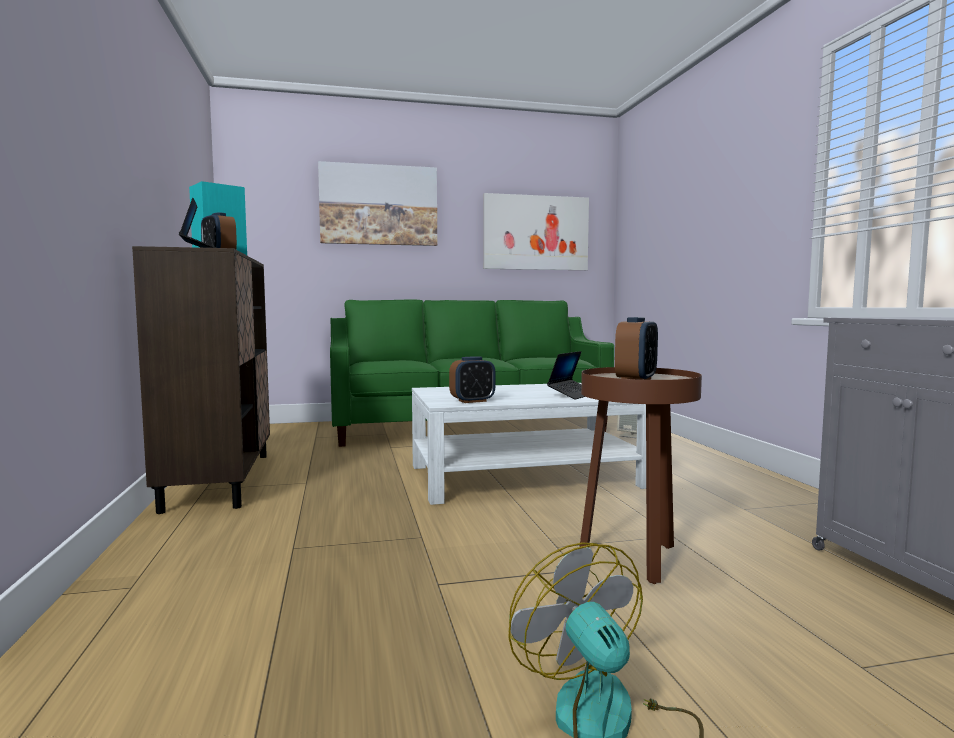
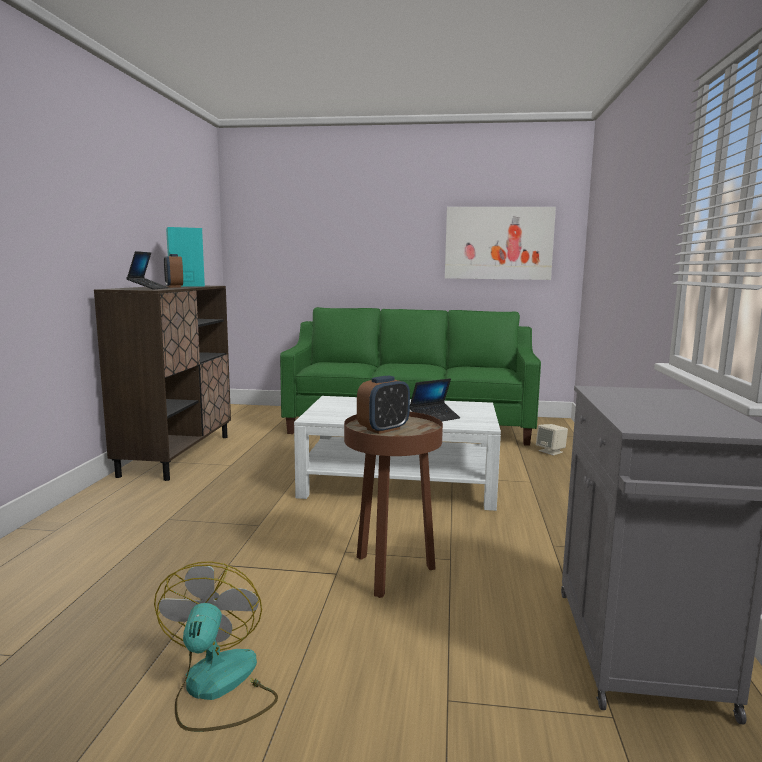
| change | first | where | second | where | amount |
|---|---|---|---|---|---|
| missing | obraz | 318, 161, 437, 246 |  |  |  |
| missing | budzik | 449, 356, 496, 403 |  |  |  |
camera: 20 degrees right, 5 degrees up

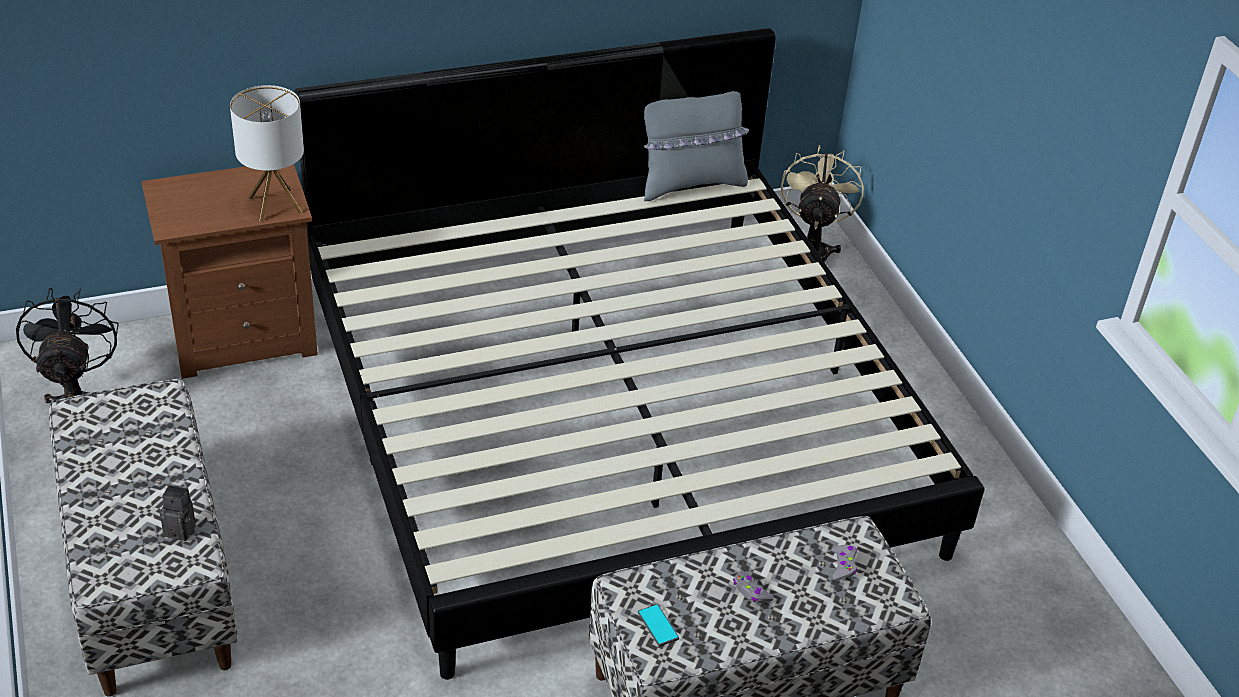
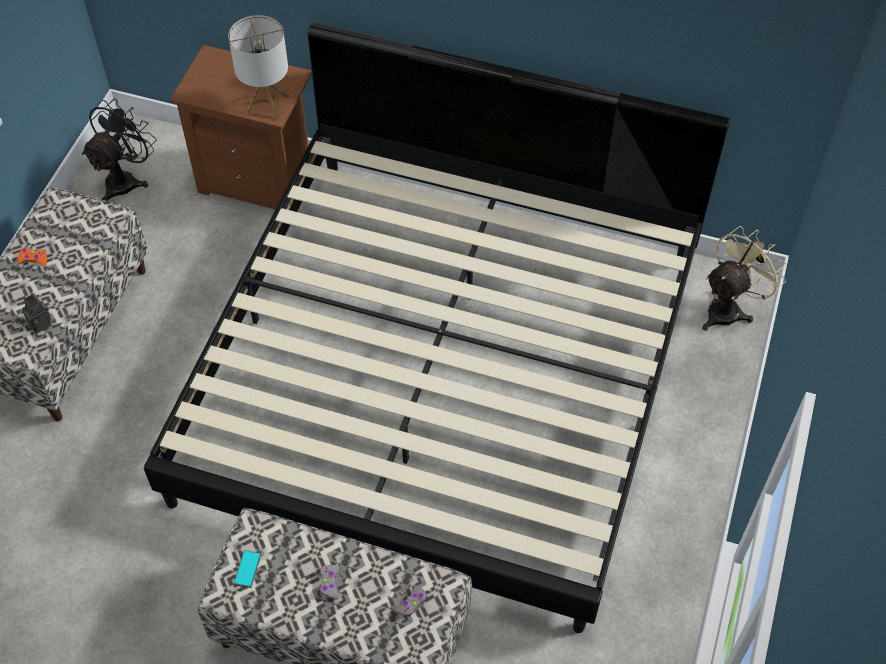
| change | first | where | second | where | amount |
|---|---|---|---|---|---|
| appeared |  |  | pad do gier/pomarańczowy | 17, 247, 47, 267 |  |
| missing | poduszka/szary | 644, 91, 749, 202 |  |  |  |
camera: 40 degrees right, 15 degrees up

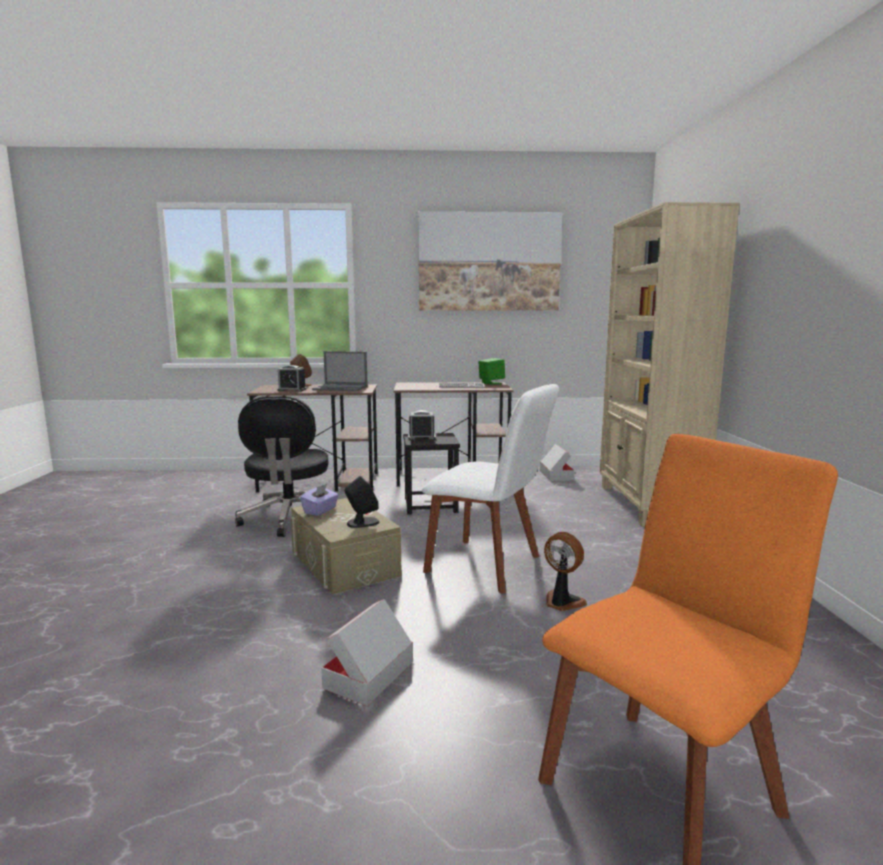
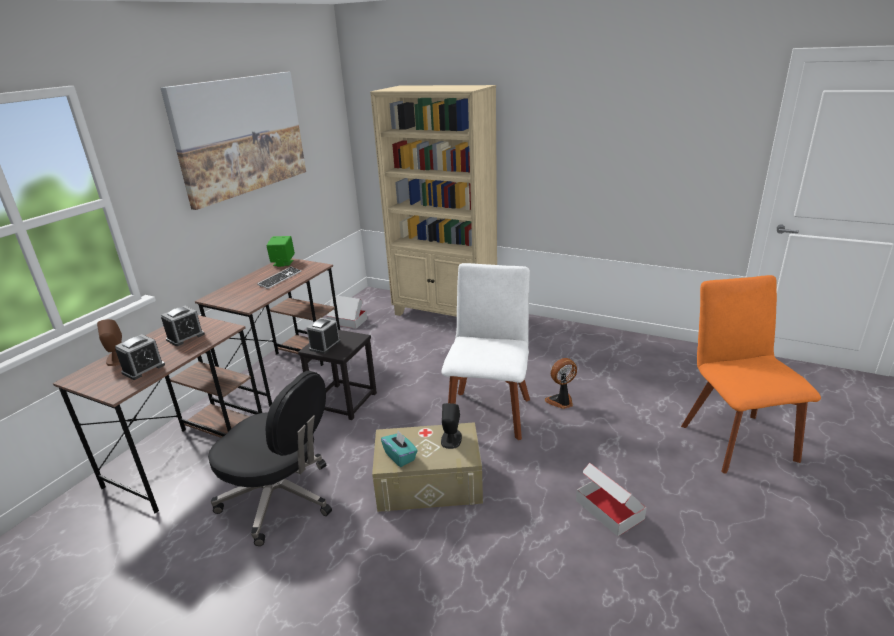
| change | first | where | second | where | amount |
|---|---|---|---|---|---|
| exchanged | laptop | 312, 351, 368, 391 | budzik | 161, 306, 205, 346 |  |
| colour | pudełko chusteczek/fioletowy | 300, 484, 339, 516 | pudełko chusteczek/turkusowy | 381, 431, 418, 467 |  |
| spun | krzesło/biały | 422, 384, 559, 594 |  | 442, 263, 530, 440 | 45 degrees counterclockwise |
camera: 60 degrees left, 15 degrees up

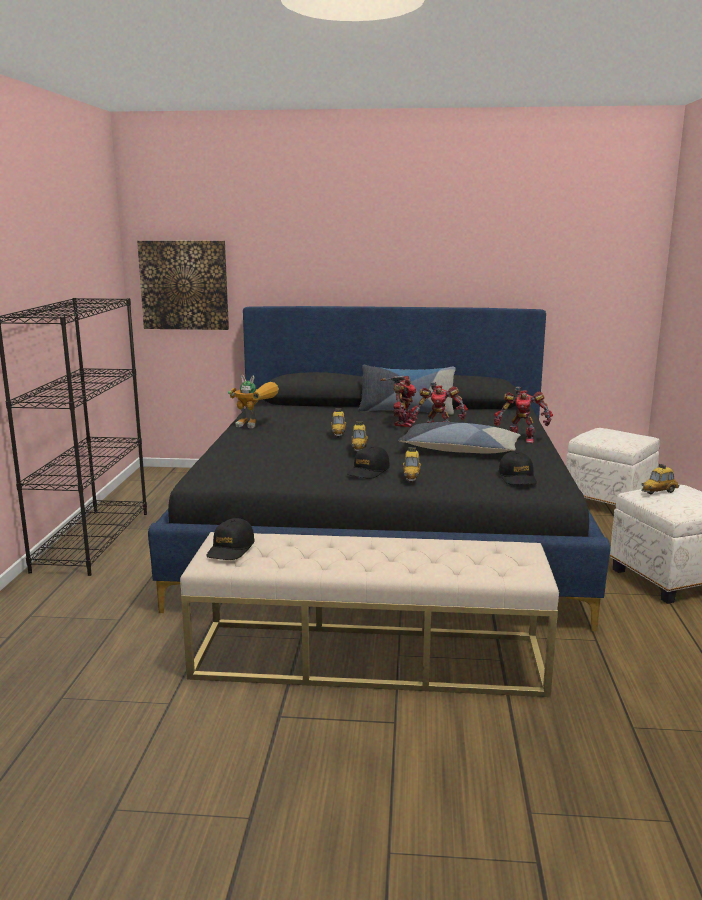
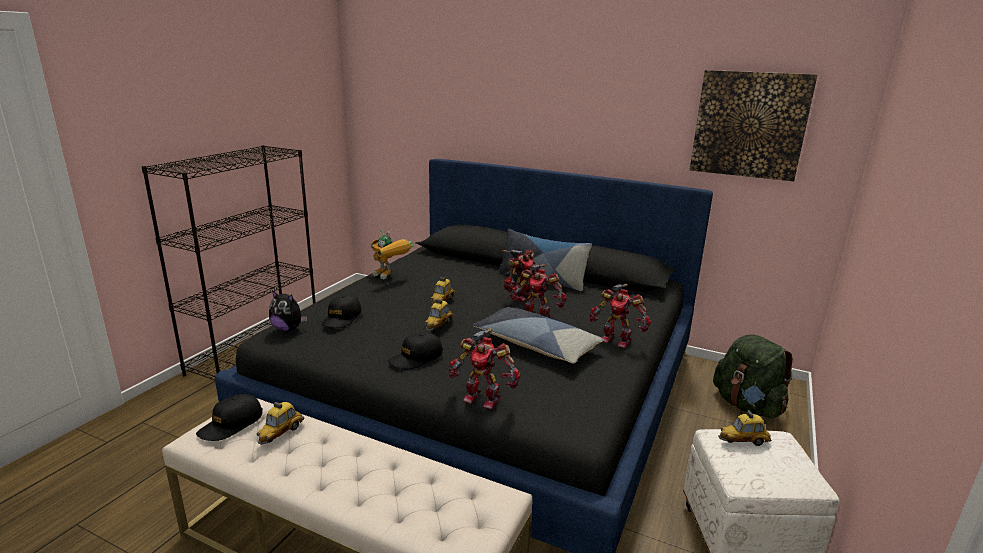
| change | first | where | second | where | amount |
|---|---|---|---|---|---|
| relocated | samochodzik | 403, 447, 421, 482 |  | 257, 402, 304, 445 |  |
| appeared |  |  | pluszak | 269, 290, 308, 332 |  |
| relocated | czapka z daszkiem/czarny | 498, 451, 537, 485 |  | 321, 295, 362, 328 |  |
| appeared |  |  | robot zabawkowy | 449, 328, 520, 410 |  |
| relocated | obraz | 137, 241, 229, 330 |  | 690, 70, 817, 181 |  |
| exchanged | pufa/biały | 566, 428, 660, 505 | plecak/zielony | 713, 335, 792, 419 |  |
camera: 20 degrees right, 5 degrees up

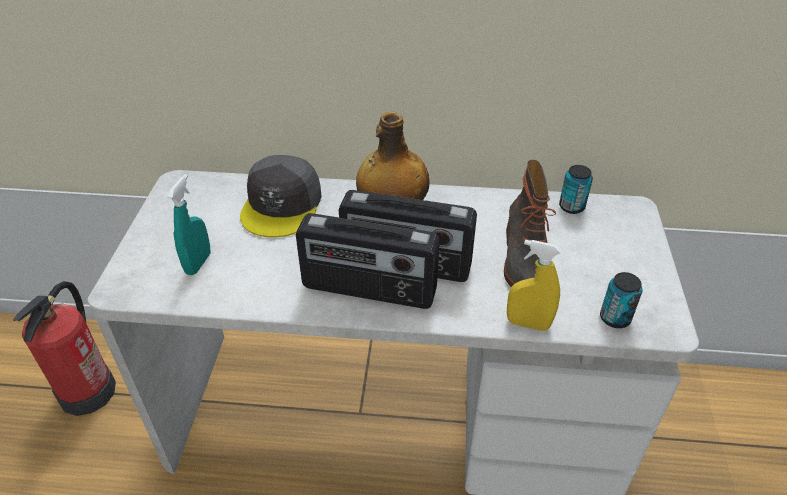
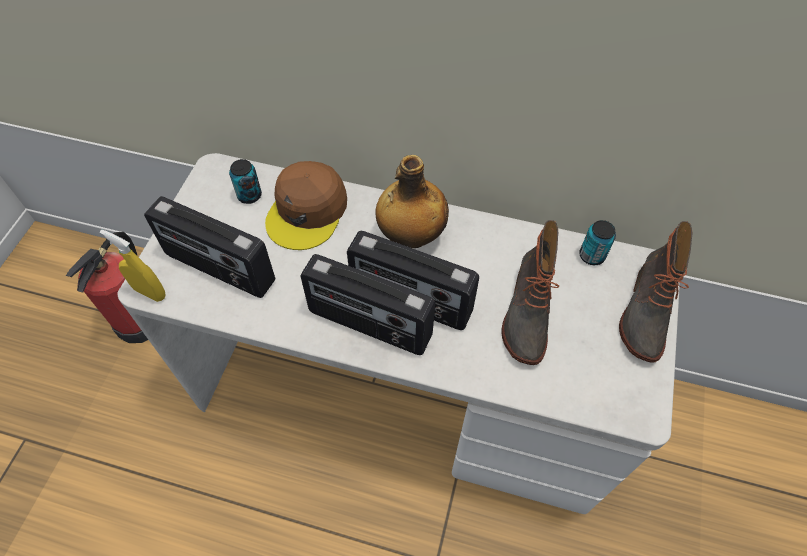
| change | first | where | second | where | amount |
|---|---|---|---|---|---|
| relocated | spryskiwacz/żółty | 507, 240, 561, 331 |  | 100, 230, 166, 302 |  |
| exchanged | spryskiwacz/turkusowy | 167, 174, 211, 275 | radio | 144, 196, 275, 298 |  |
| relocated | puszka | 600, 272, 642, 328 |  | 229, 159, 262, 204 |  |
| colour | czapka z daszkiem/szary | 240, 155, 322, 237 | czapka z daszkiem/brązowy | 265, 161, 347, 250 |  |
| appeared |  |  | but z cholewką | 619, 221, 693, 363 |  |
camera: 10 degrees right, 15 degrees up

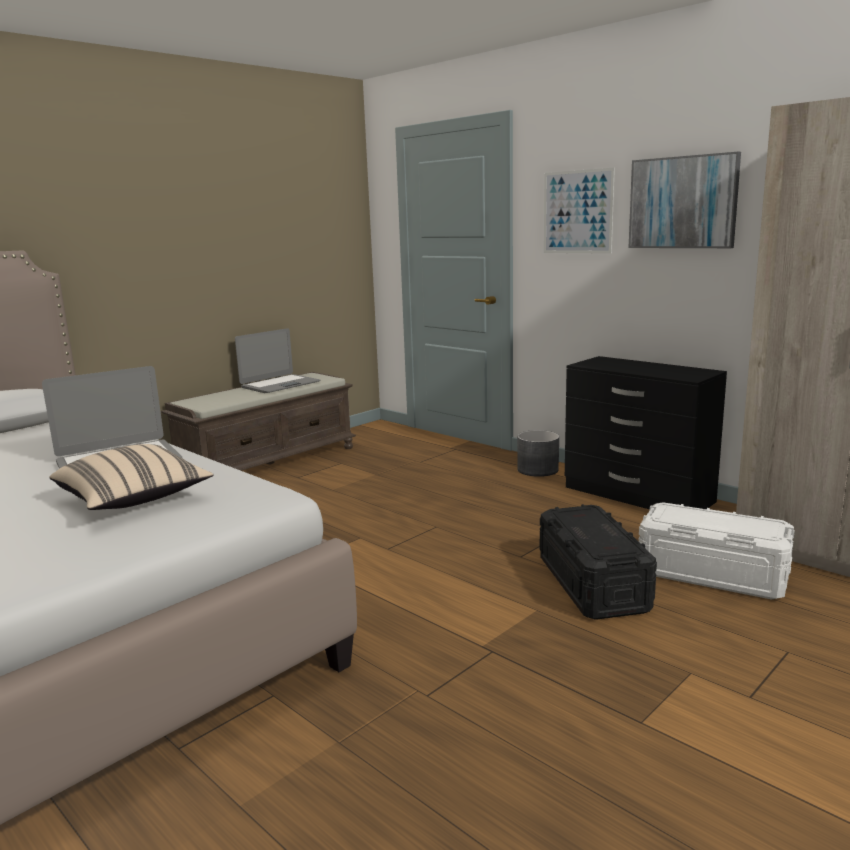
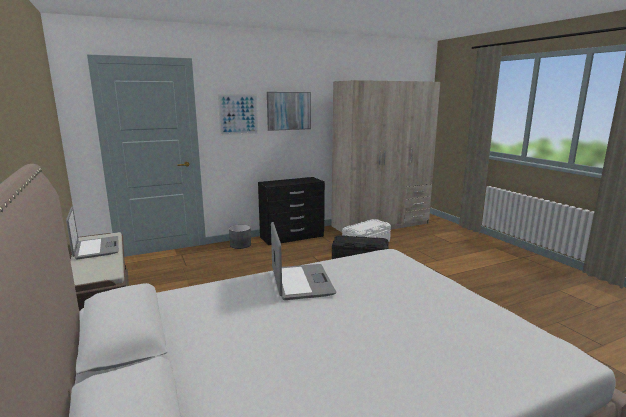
| change | first | where | second | where | amount |
|---|---|---|---|---|---|
| missing | poduszka/beżowy | 49, 444, 214, 510 |  |  |  |
camera: 70 degrees left, 0 degrees up

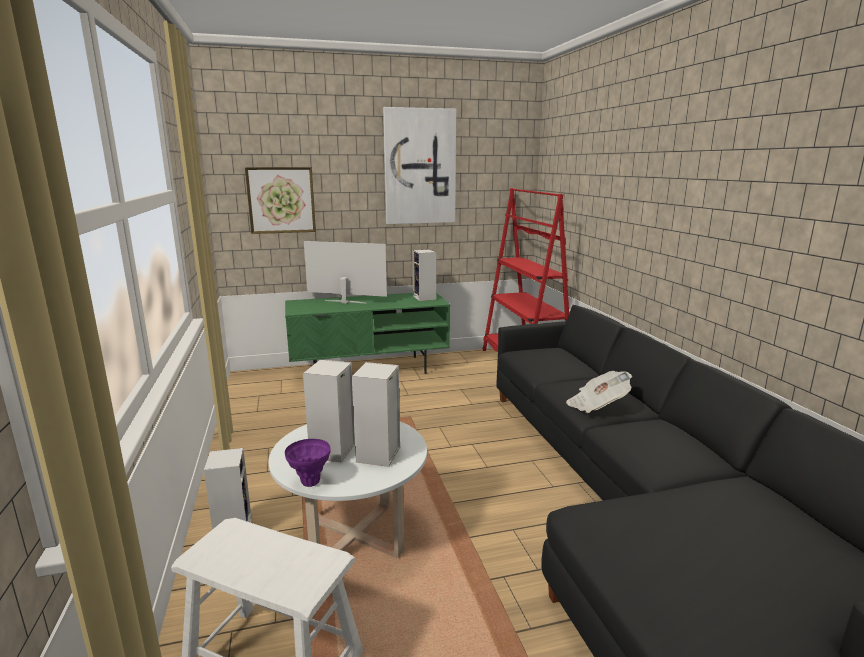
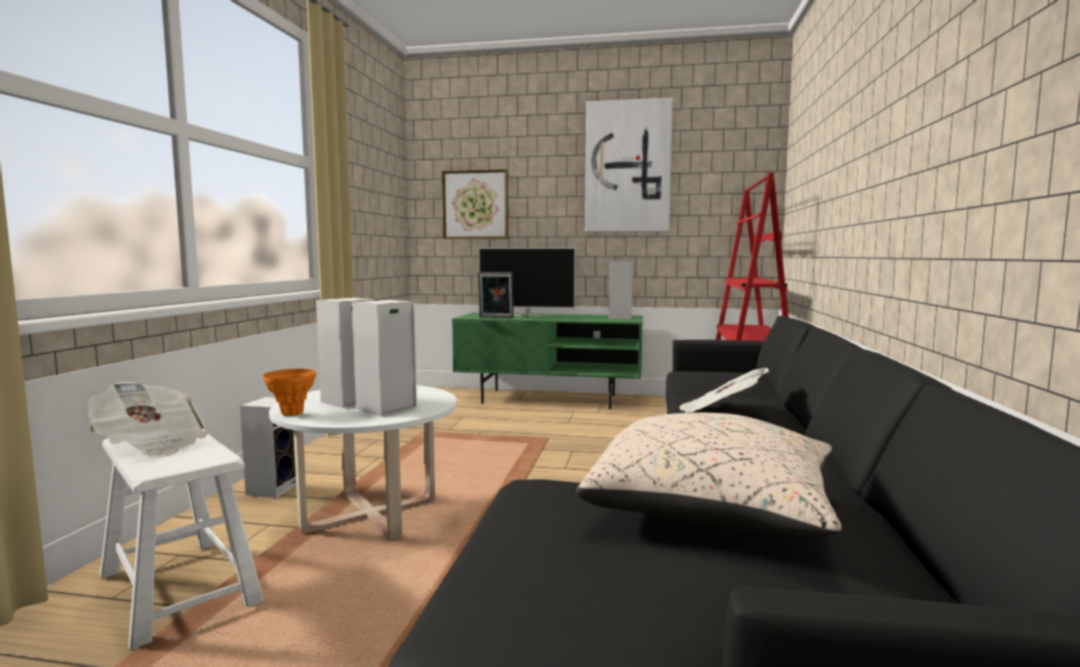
| change | first | where | second | where | amount |
|---|---|---|---|---|---|
| appeared |  |  | gazeta | 87, 382, 208, 459 |  |
| colour | wazon/fioletowy | 285, 439, 331, 487 | wazon/pomarańczowy | 263, 369, 316, 416 |  |
| spun | telewizor | 304, 241, 387, 304 |  | 478, 248, 576, 316 | 150 degrees clockwise |
| appeared |  |  | ramka na zdjęcie | 478, 272, 514, 318 |  |
| appeared |  |  | poduszka/beżowy | 576, 413, 841, 537 |  |
camera: 25 degrees right, 10 degrees down

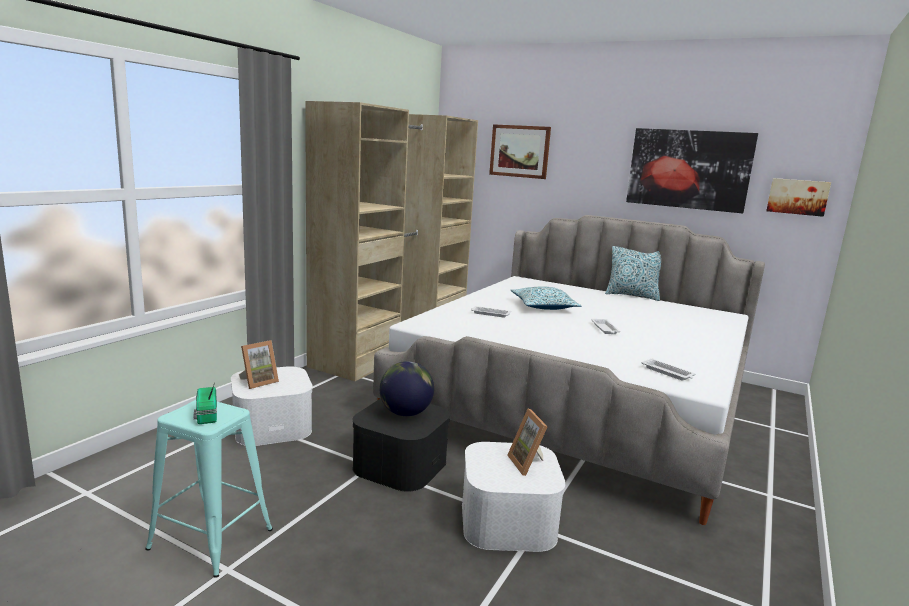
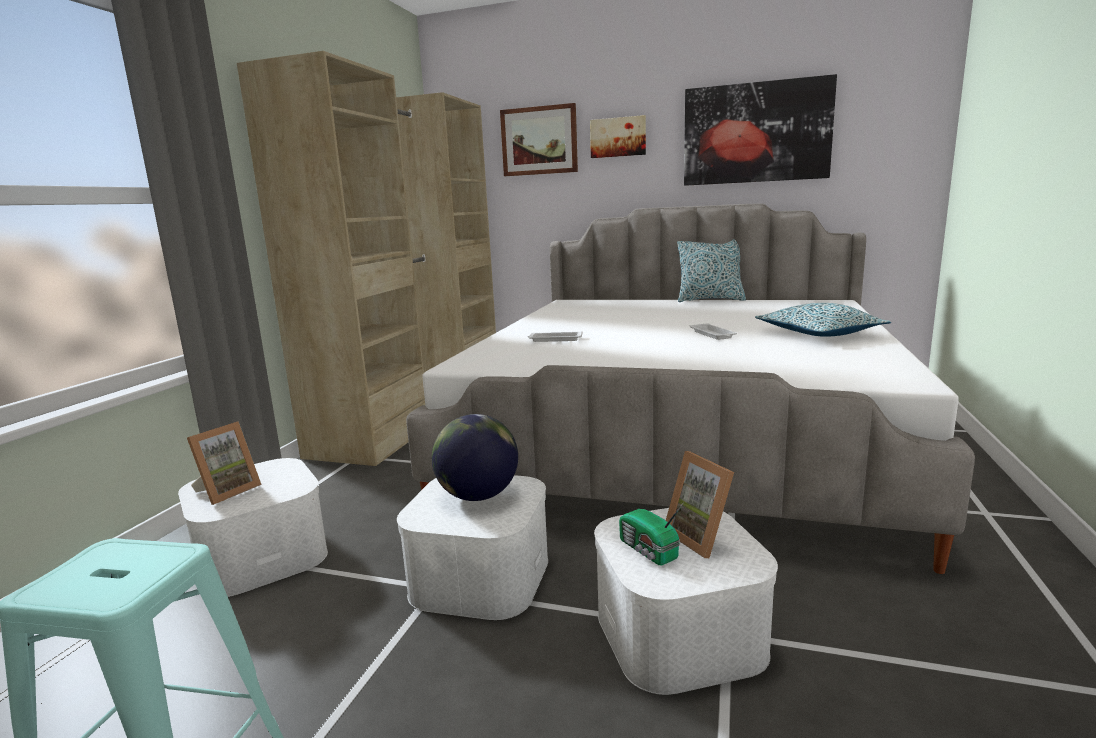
| change | first | where | second | where | amount |
|---|---|---|---|---|---|
| colour | pojemnik do przechowywania/czarny | 353, 399, 450, 492 | pojemnik do przechowywania/biały | 397, 475, 548, 620 |  |
| relocated | obraz | 766, 178, 831, 217 |  | 590, 115, 646, 158 |  |
| relocated | radio | 194, 383, 217, 424 |  | 619, 502, 684, 566 |  |
| relocated | poduszka | 511, 286, 582, 310 |  | 755, 303, 891, 337 |  |
| missing | taca/biały | 642, 358, 695, 381 |  |  |  |
camera: 10 degrees left, 0 degrees up

